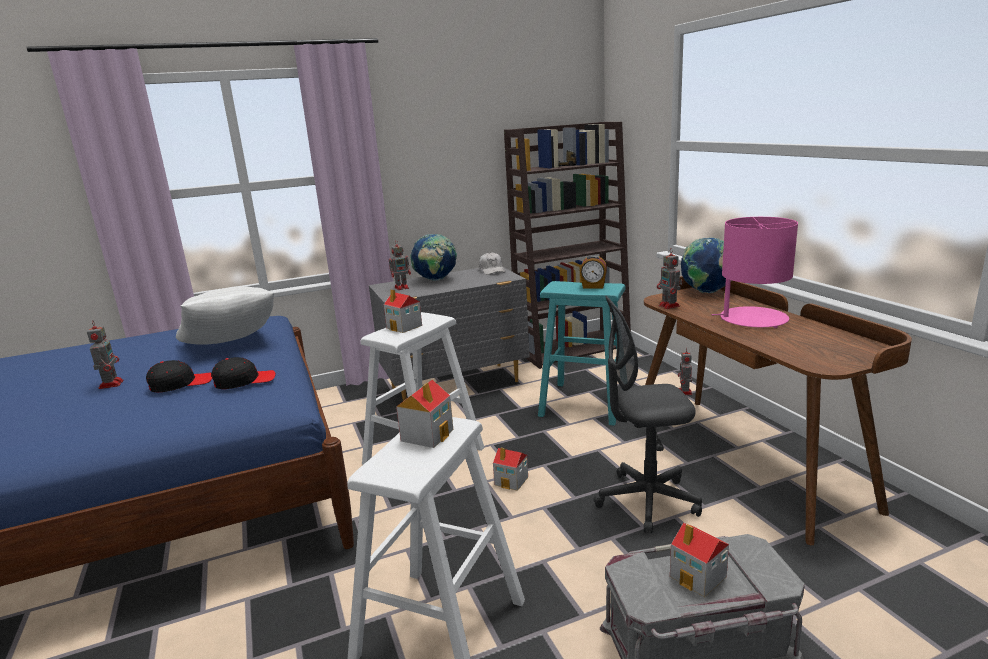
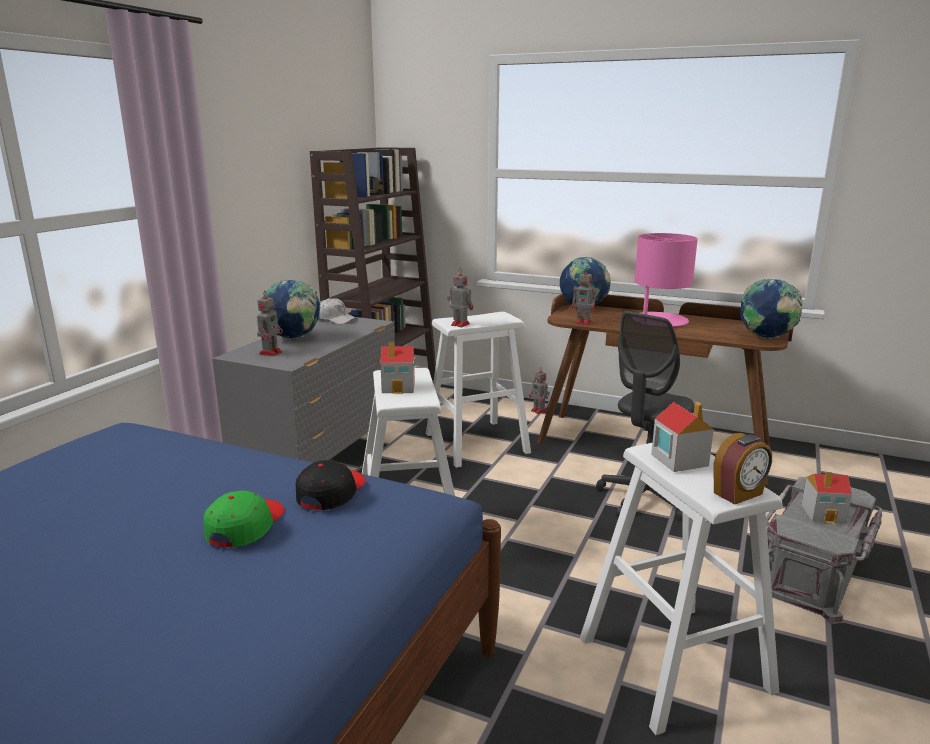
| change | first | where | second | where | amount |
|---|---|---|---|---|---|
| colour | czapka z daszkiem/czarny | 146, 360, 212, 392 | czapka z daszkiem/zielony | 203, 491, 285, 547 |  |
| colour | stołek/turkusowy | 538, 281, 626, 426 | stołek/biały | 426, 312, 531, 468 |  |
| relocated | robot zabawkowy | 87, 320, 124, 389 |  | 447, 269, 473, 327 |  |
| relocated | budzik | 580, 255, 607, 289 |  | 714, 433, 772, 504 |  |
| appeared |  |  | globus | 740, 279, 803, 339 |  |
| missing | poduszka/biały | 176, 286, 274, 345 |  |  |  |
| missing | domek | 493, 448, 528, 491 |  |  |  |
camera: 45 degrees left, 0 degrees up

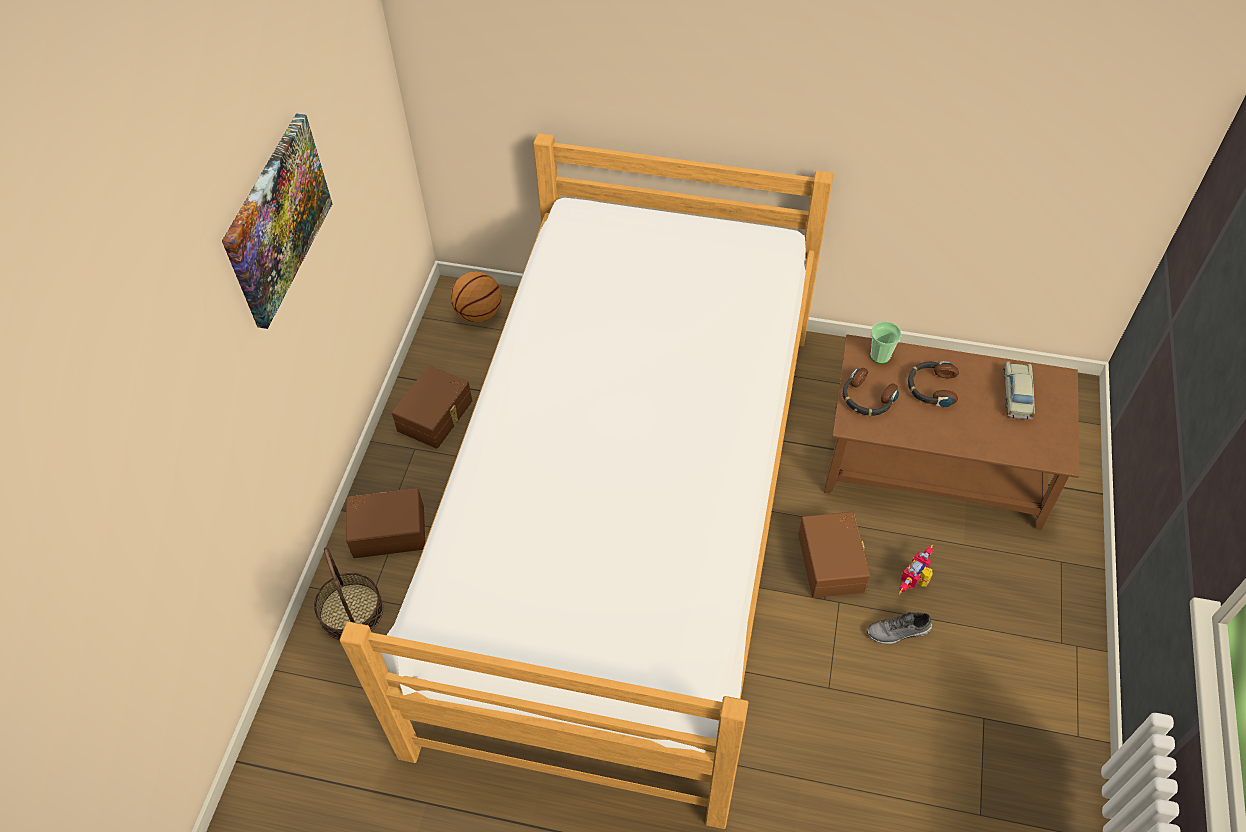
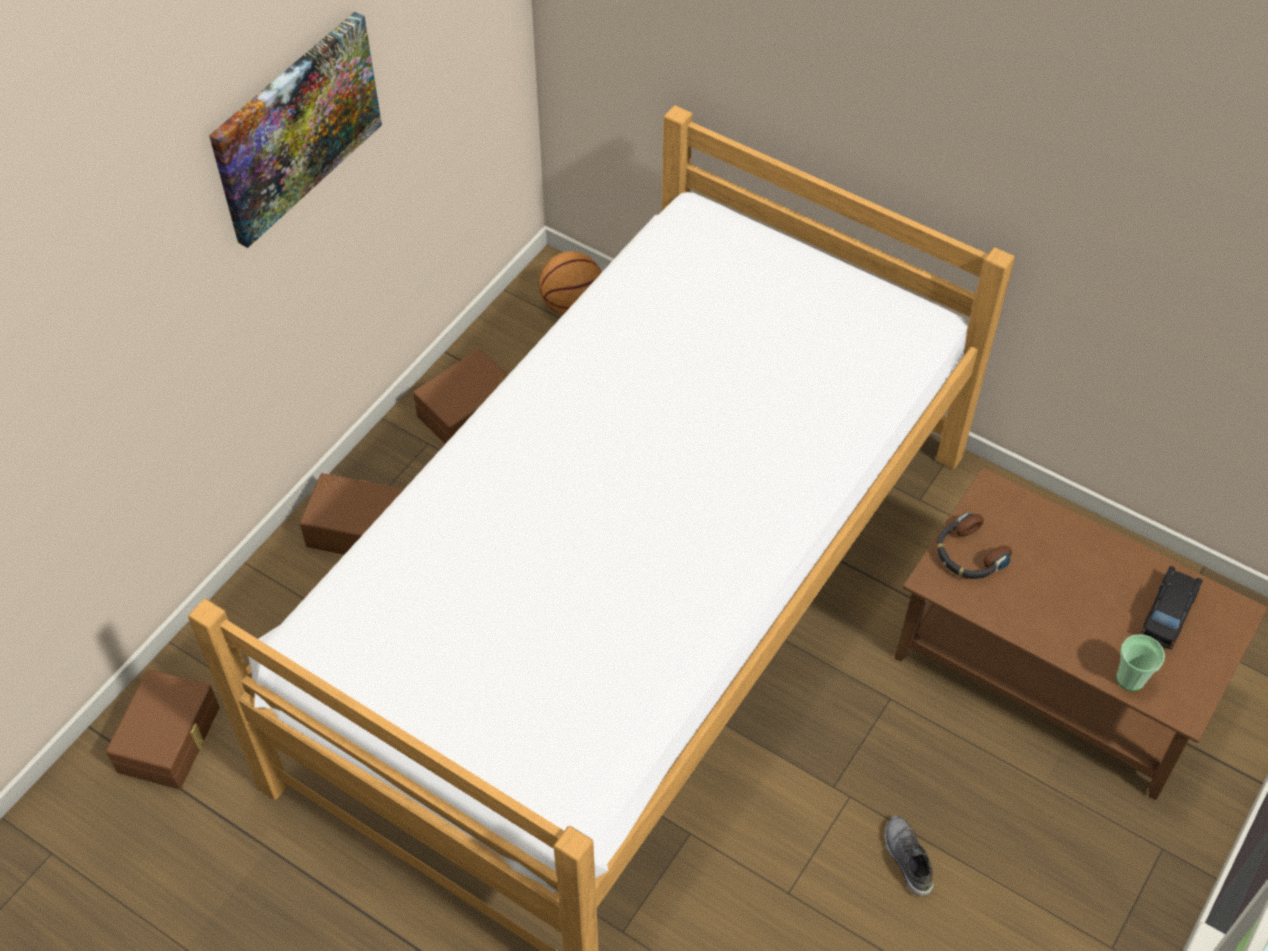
| change | first | where | second | where | amount |
|---|---|---|---|---|---|
| relocated | pojemnik do przechowywania/brązowy | 798, 512, 870, 598 |  | 106, 669, 220, 789 |  |
| spun | but/szary | 867, 612, 932, 644 |  | 885, 816, 934, 896 | 60 degrees clockwise |
| relocated | filiżanka | 870, 321, 902, 364 |  | 1116, 634, 1165, 691 |  |
| colour | samochodzik/beżowy | 1003, 361, 1035, 420 | samochodzik/czarny | 1140, 566, 1203, 649 |  |
| missing | koszyk | 314, 547, 383, 640 |  |  |  |
| missing | robot zabawkowy | 899, 544, 933, 595 |  |  |  |
| missing | słuchawki | 908, 361, 959, 407 |  |  |  |
camera: 20 degrees right, 0 degrees up

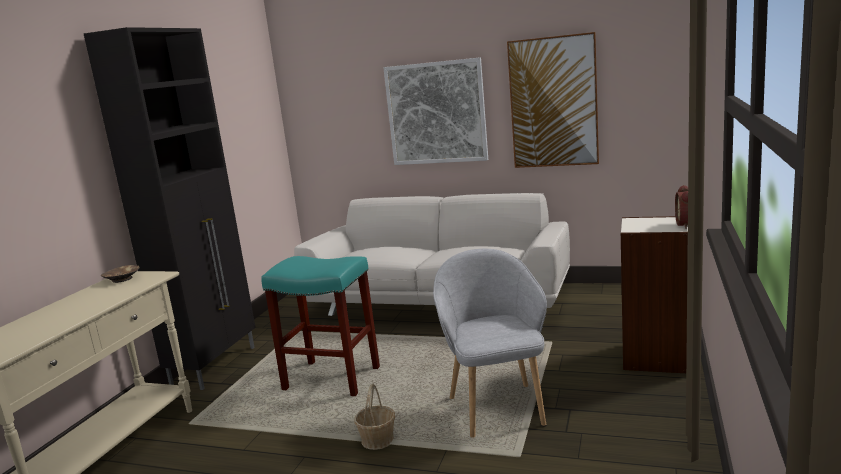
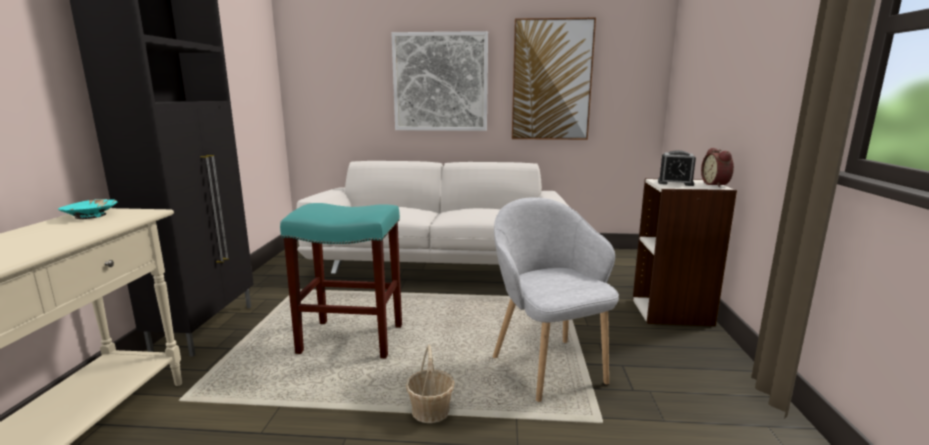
| change | first | where | second | where | amount |
|---|---|---|---|---|---|
| colour | miska/brązowy | 101, 265, 140, 283 | miska/turkusowy | 58, 199, 117, 219 |  |
| appeared |  |  | budzik | 658, 150, 696, 186 |  |
camera: 15 degrees left, 0 degrees up

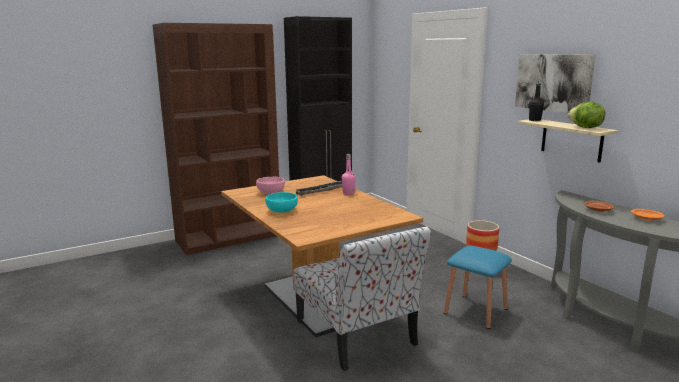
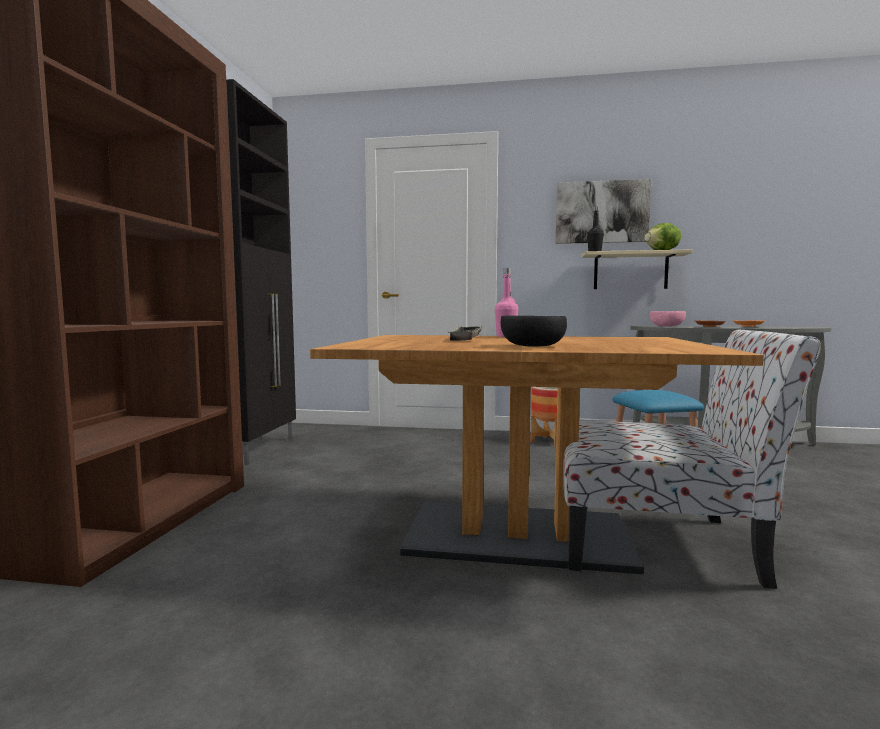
| change | first | where | second | where | amount |
|---|---|---|---|---|---|
| colour | miska/turkusowy | 265, 192, 298, 213 | miska/czarny | 501, 315, 567, 346 |  |
| relocated | miska/różowy | 256, 177, 285, 194 |  | 650, 311, 686, 327 |  |
camera: 50 degrees left, 10 degrees down

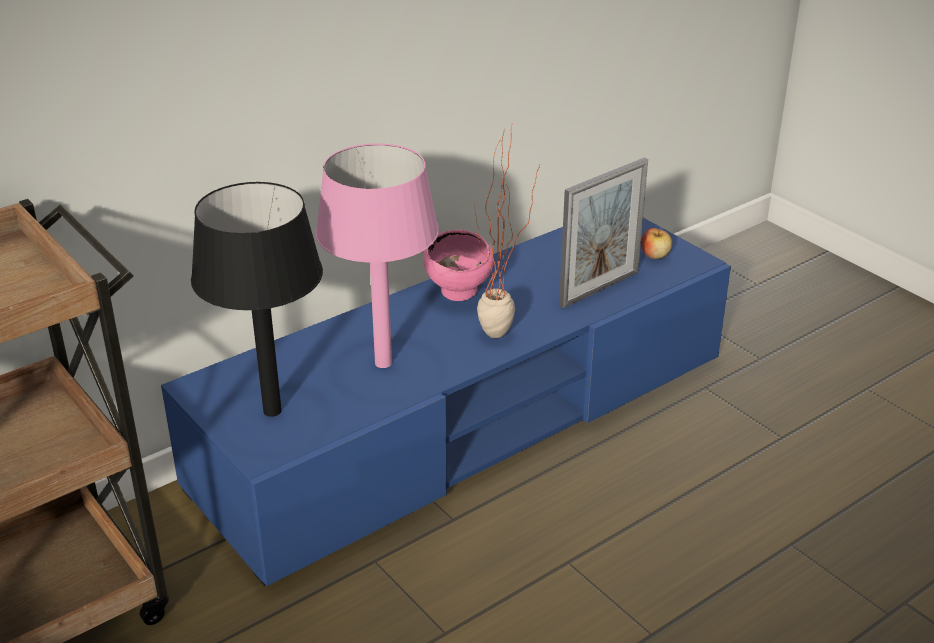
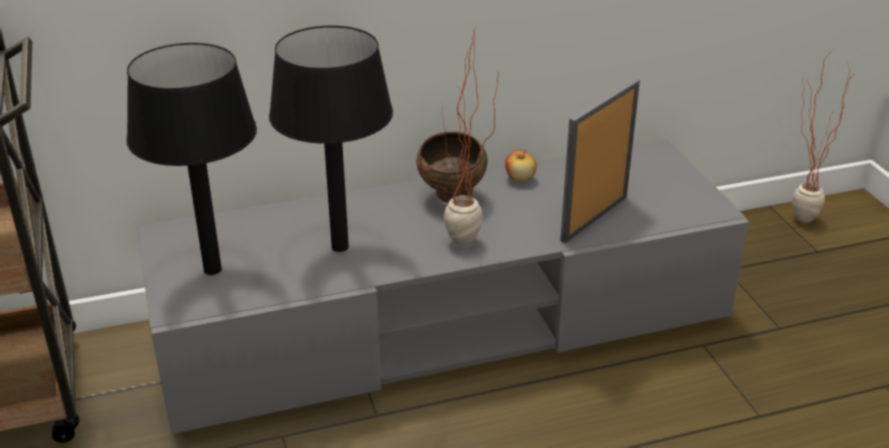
| change | first | where | second | where | amount |
|---|---|---|---|---|---|
| colour | szafka pod telewizor/niebieski | 161, 218, 731, 586 | szafka pod telewizor/szary | 137, 140, 749, 434 |  |
| colour | lampa stołowa/różowy | 315, 143, 439, 368 | lampa stołowa/czarny | 269, 26, 393, 252 |  |
| colour | miska/różowy | 423, 230, 494, 301 | miska/brązowy | 417, 131, 488, 203 |  |
| relocated | jabłko | 641, 227, 672, 259 |  | 505, 149, 537, 182 |  |
| spun | ramka na zdjęcie | 559, 158, 648, 308 |  | 560, 78, 640, 243 | 150 degrees clockwise |
| appeared |  |  | roślina doniczkowa | 792, 50, 854, 223 |  |
camera: 20 degrees right, 0 degrees up

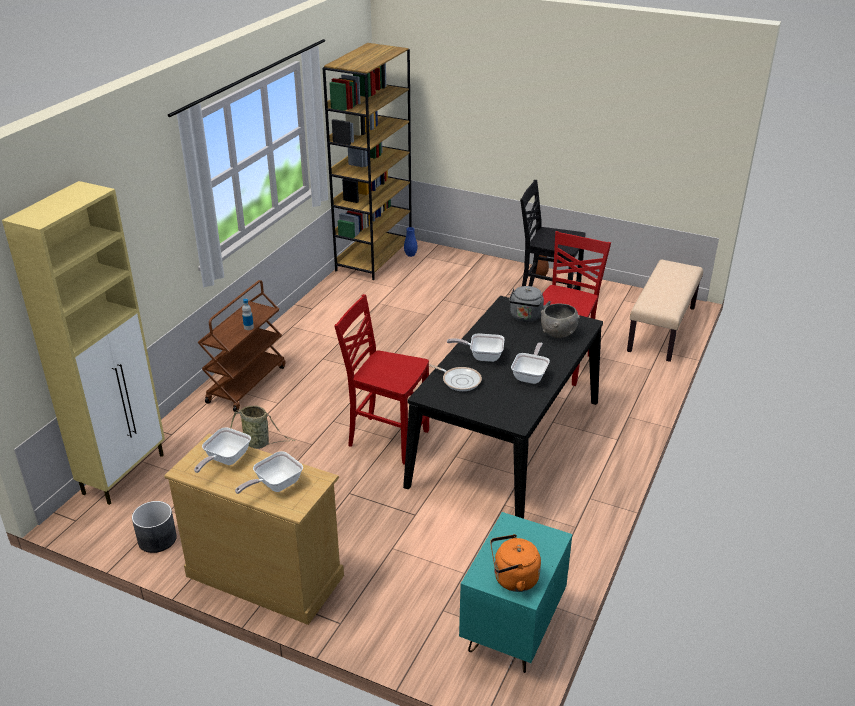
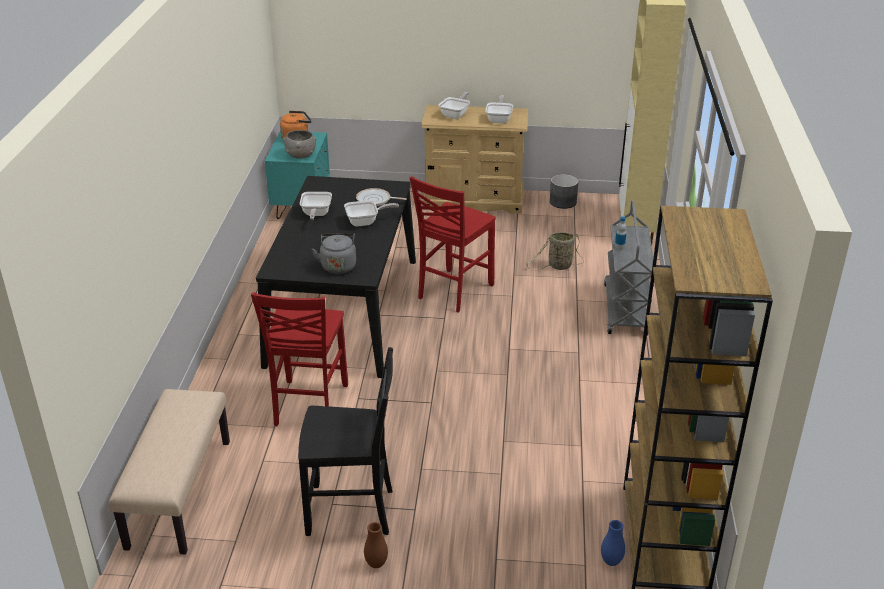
| change | first | where | second | where | amount |
|---|---|---|---|---|---|
| relocated | miska/szary | 541, 304, 580, 338 |  | 283, 130, 316, 159 |  |
| spun | krzesło/czerwony | 334, 294, 429, 465 |  | 410, 176, 496, 312 | 120 degrees clockwise |
| colour | wózek/brązowy | 198, 280, 286, 412 | wózek/szary | 604, 200, 653, 336 |  |
camera: 160 degrees right, 0 degrees up

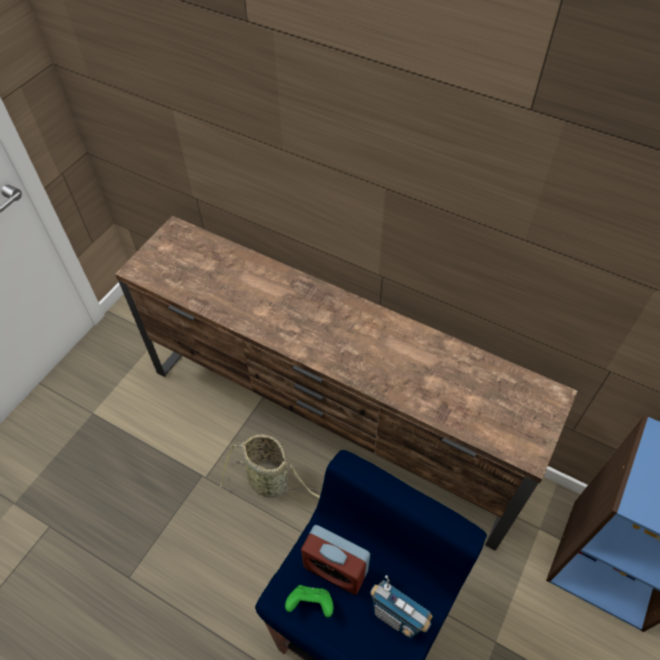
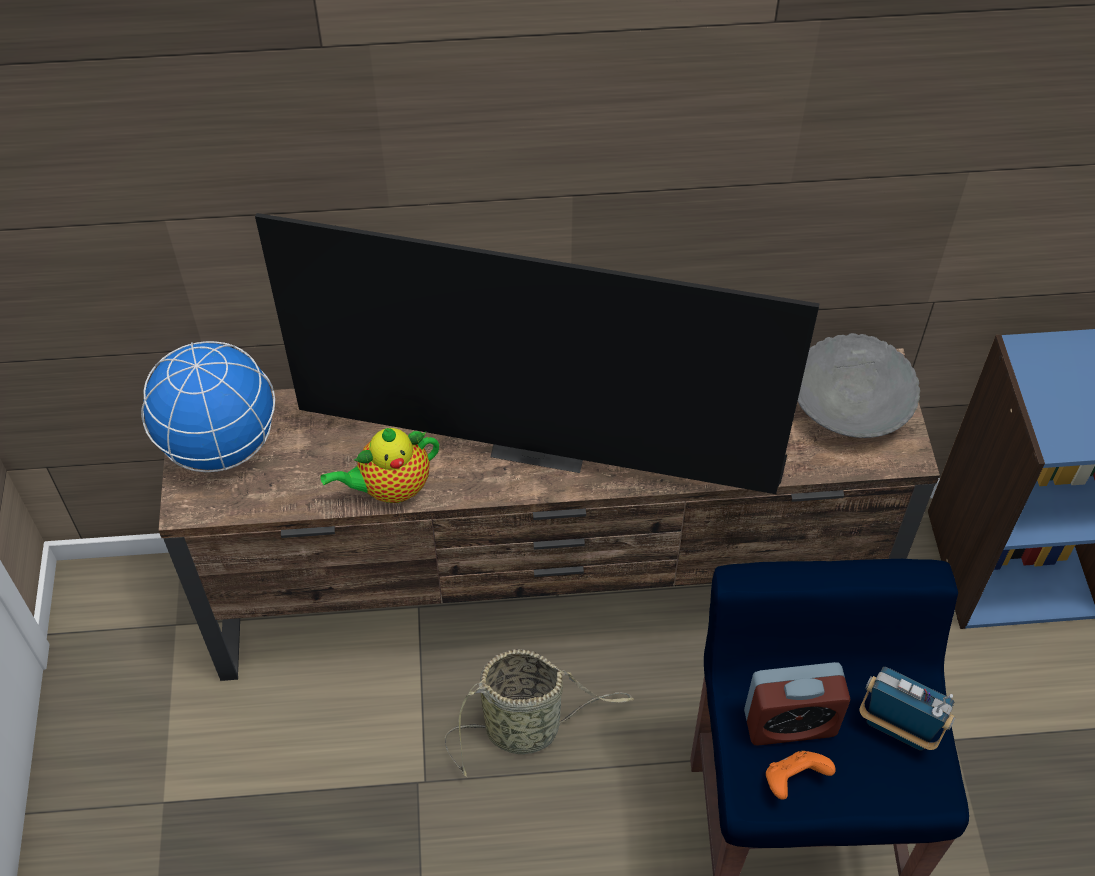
| change | first | where | second | where | amount |
|---|---|---|---|---|---|
| appeared |  |  | globus | 141, 341, 275, 472 |  |
| appeared |  |  | telewizor | 255, 213, 820, 494 |  |
| appeared |  |  | imbryk | 320, 428, 439, 503 |  |
| colour | pad do gier/zielony | 285, 585, 334, 617 | pad do gier/pomarańczowy | 766, 751, 836, 800 |  |
| appeared |  |  | miska/szary | 798, 333, 920, 438 |  |
| spun | radio | 370, 575, 433, 638 |  | 860, 667, 955, 751 | 150 degrees counterclockwise |
camera: 35 degrees left, 0 degrees up

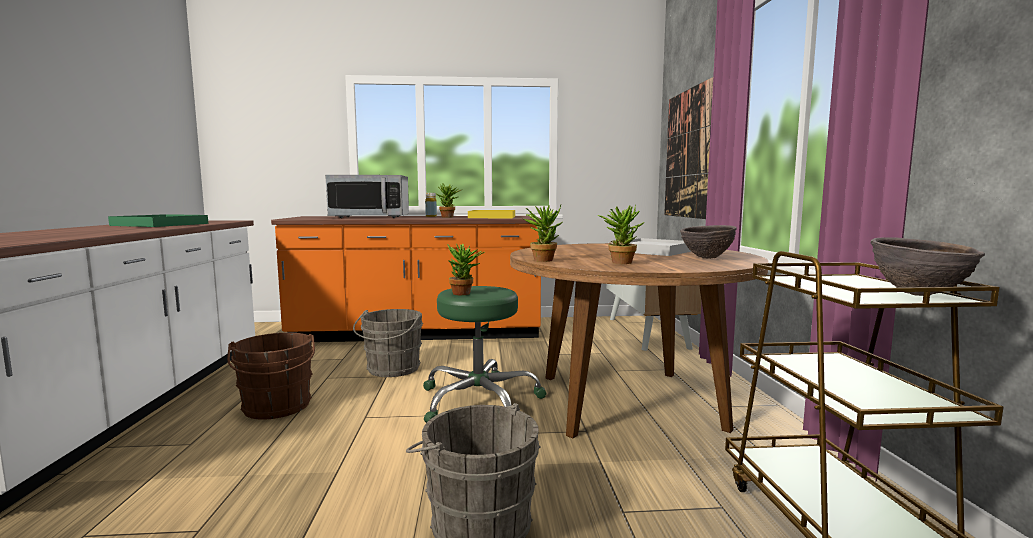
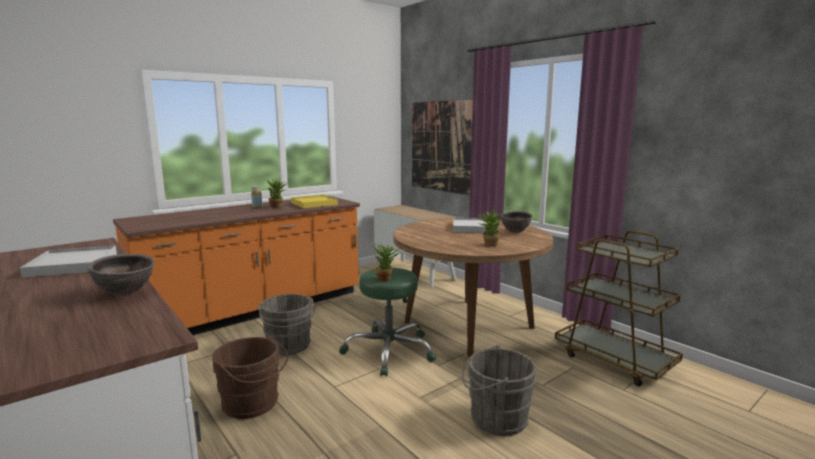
| change | first | where | second | where | amount |
|---|---|---|---|---|---|
| colour | taca/zielony | 108, 214, 208, 227 | taca/biały | 20, 246, 117, 278 |  |
| relocated | miska/brązowy | 870, 237, 985, 296 |  | 87, 254, 155, 296 |  |
| missing | mikrofalówka | 325, 175, 409, 218 |  |  |  |
| missing | roślina doniczkowa | 524, 205, 562, 262 |  |  |  |
camera: 35 degrees left, 5 degrees up

